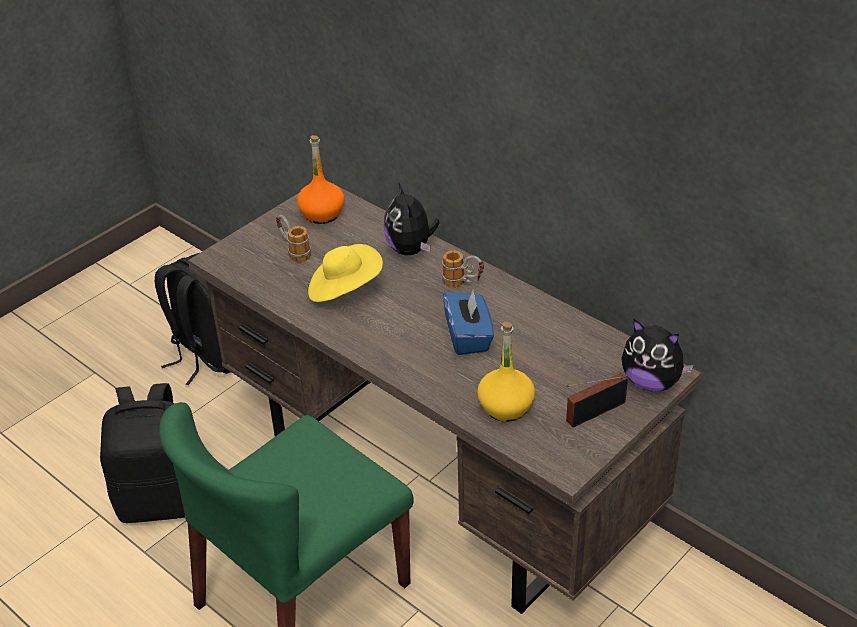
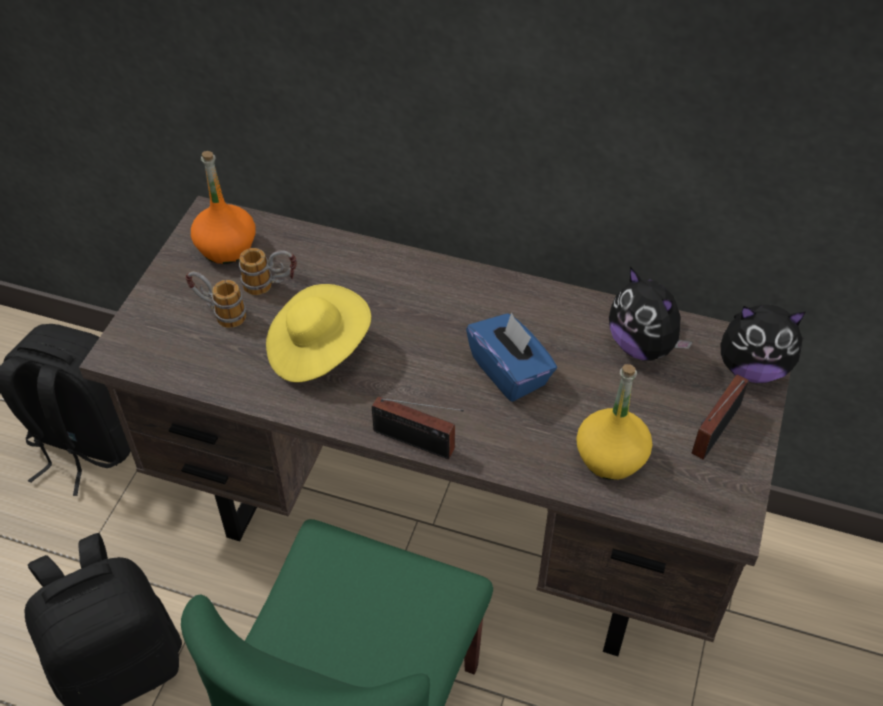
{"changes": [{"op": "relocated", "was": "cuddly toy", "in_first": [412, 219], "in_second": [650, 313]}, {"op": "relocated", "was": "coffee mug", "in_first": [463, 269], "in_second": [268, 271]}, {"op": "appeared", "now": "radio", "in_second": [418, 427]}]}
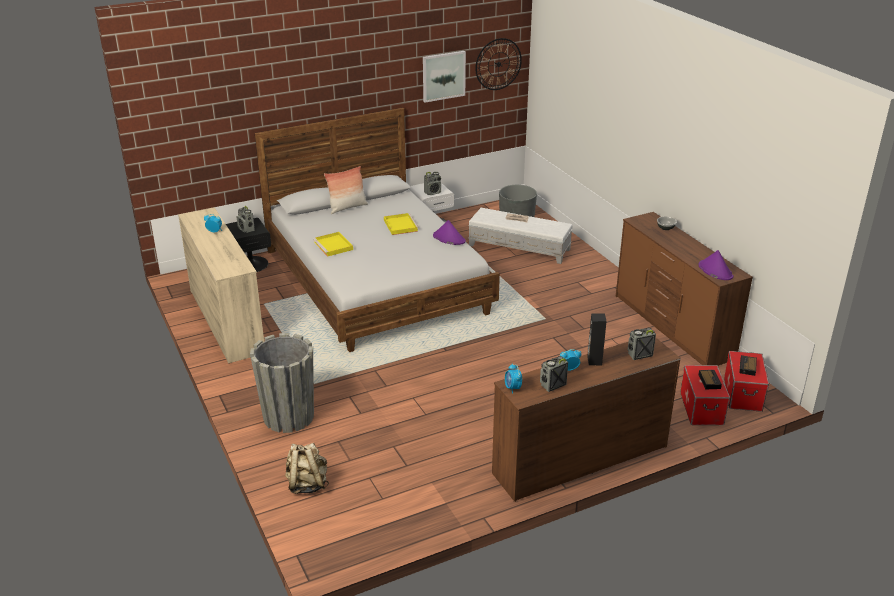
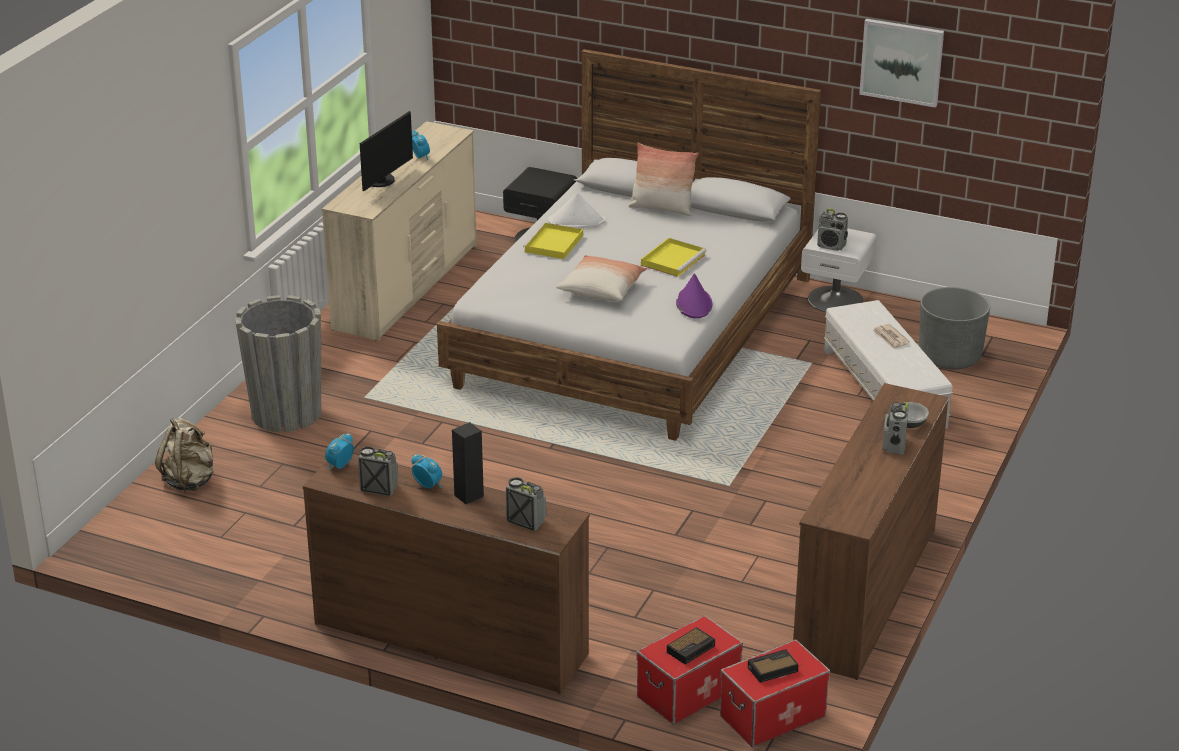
{"changes": [{"op": "relocated", "was": "radio", "in_first": [246, 219], "in_second": [895, 428]}, {"op": "missing", "was": "hanging clock", "in_first": [498, 64]}, {"op": "missing", "was": "purplish hat", "in_first": [716, 265]}, {"op": "appeared", "now": "computer screen", "in_second": [386, 151]}, {"op": "appeared", "now": "white-coloured hat", "in_second": [576, 210]}, {"op": "appeared", "now": "pillow", "in_second": [601, 278]}]}
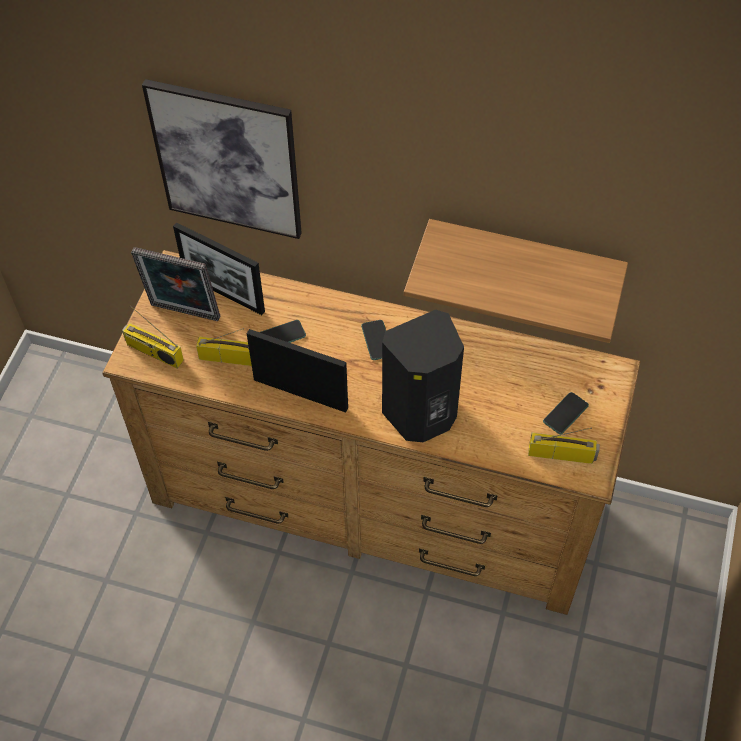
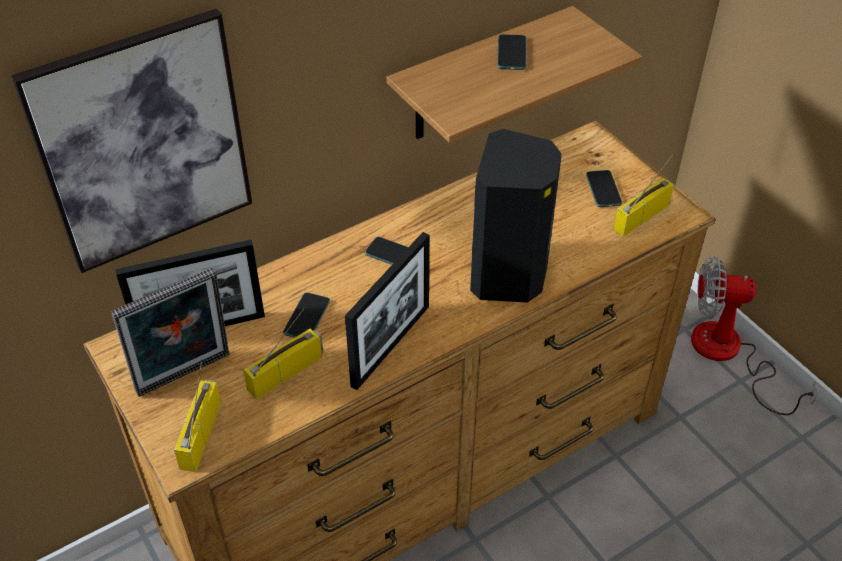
{"changes": [{"op": "spun", "was": "radio", "in_first": [153, 337], "in_second": [197, 416], "clockwise": 120}, {"op": "spun", "was": "photo frame", "in_first": [297, 371], "in_second": [387, 311], "clockwise": 150}, {"op": "appeared", "now": "phone", "in_second": [512, 52]}, {"op": "appeared", "now": "electric fan", "in_second": [754, 335]}]}
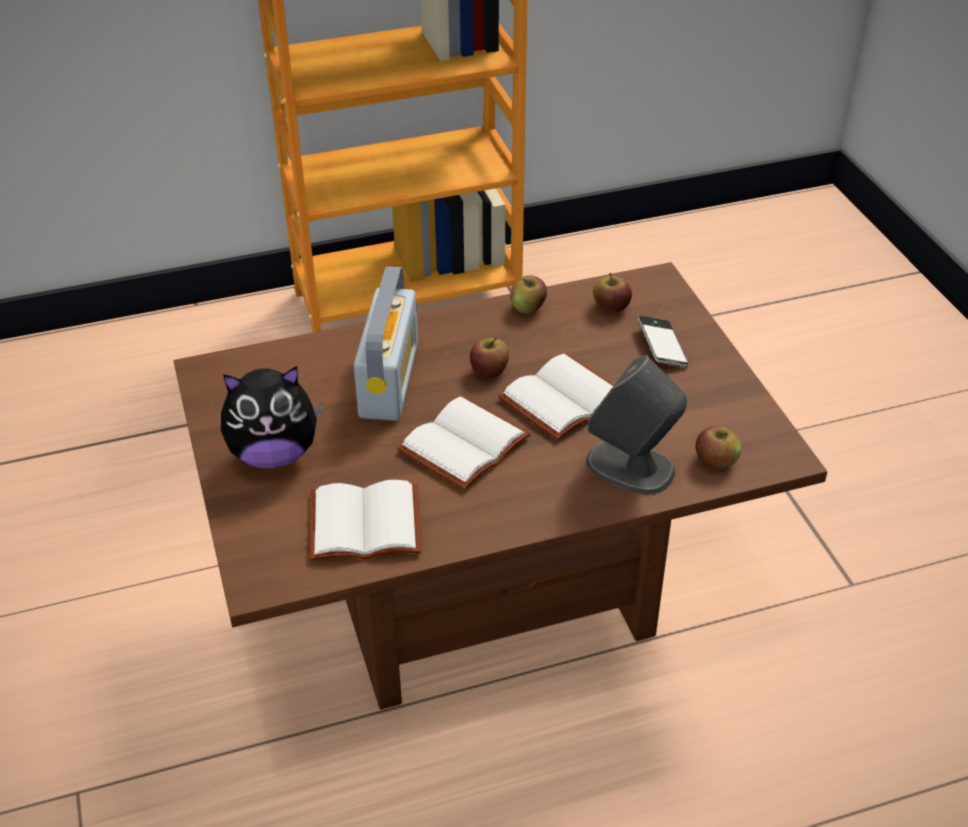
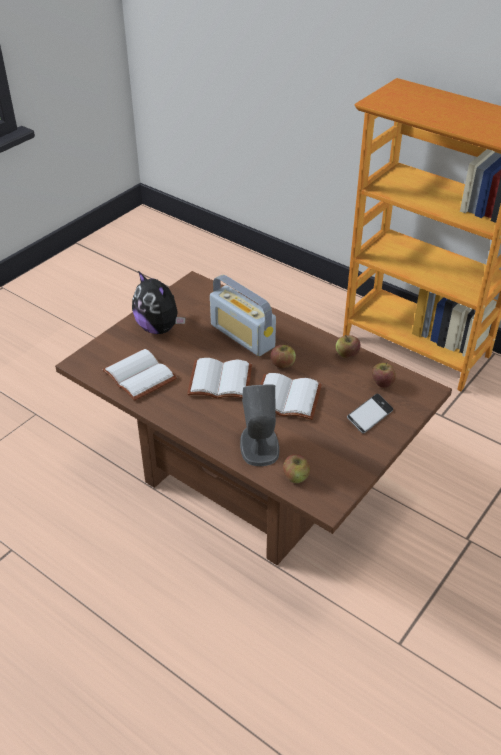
{"changes": [{"op": "spun", "was": "radio", "in_first": [386, 343], "in_second": [243, 315], "clockwise": 75}]}
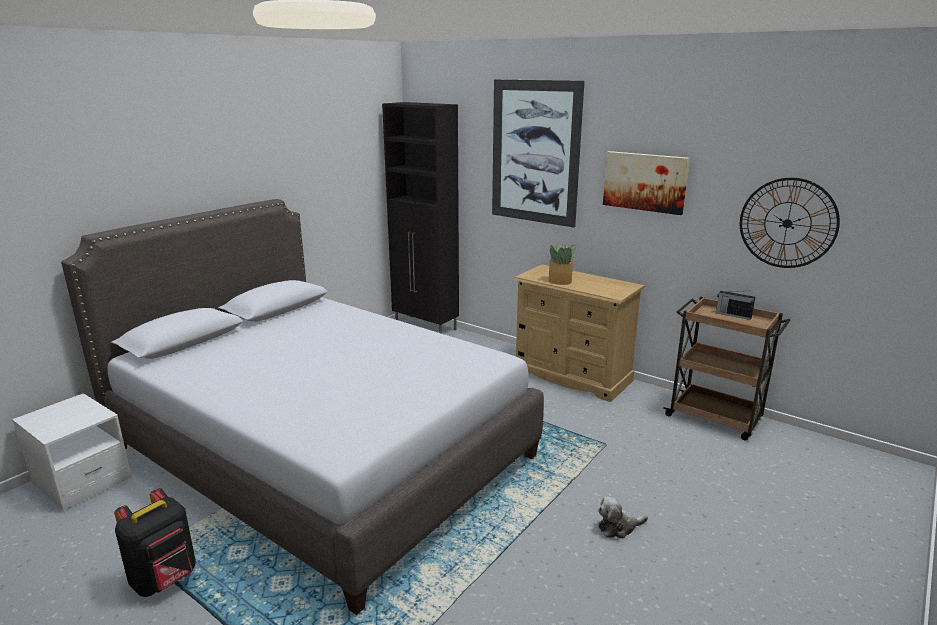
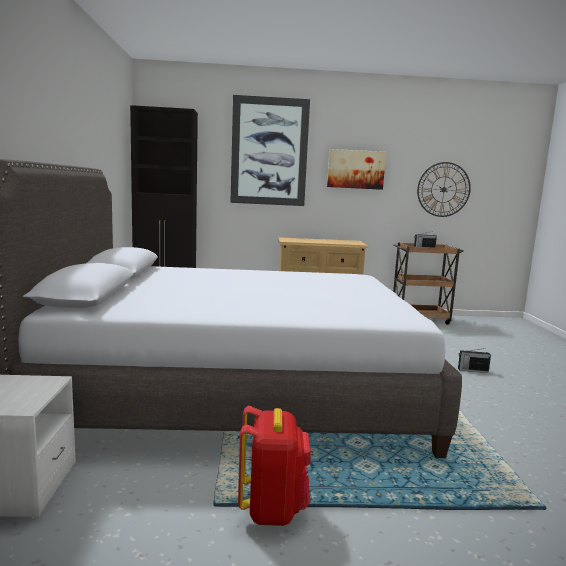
{"changes": [{"op": "colour", "was": "black-coloured knapsack", "now": "red-coloured knapsack", "in_first": [155, 542], "in_second": [274, 466]}, {"op": "missing", "was": "plant in a pot", "in_first": [563, 264]}, {"op": "exchanged", "was": "cuddly toy", "now": "radio", "in_first": [623, 517], "in_second": [474, 360]}]}
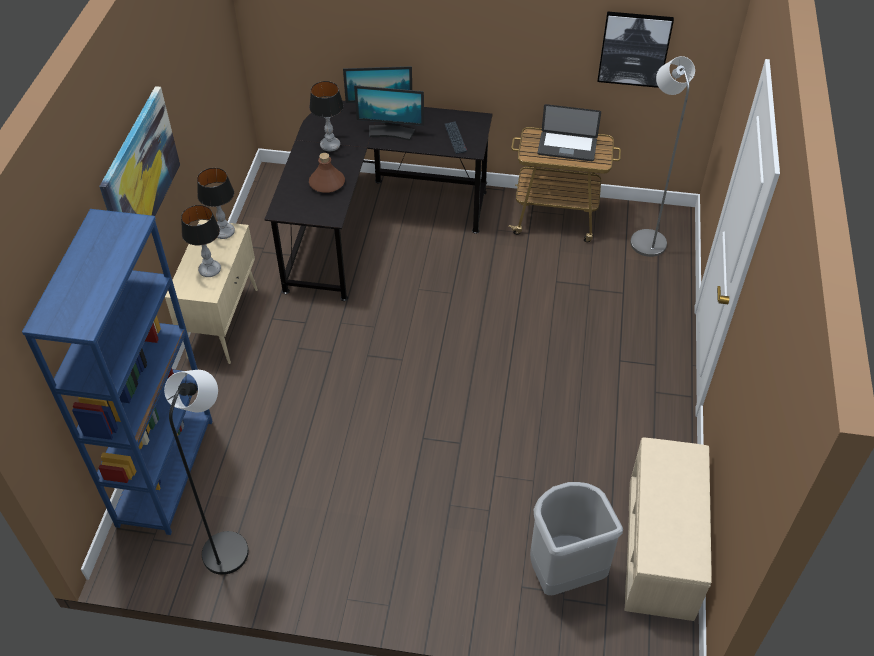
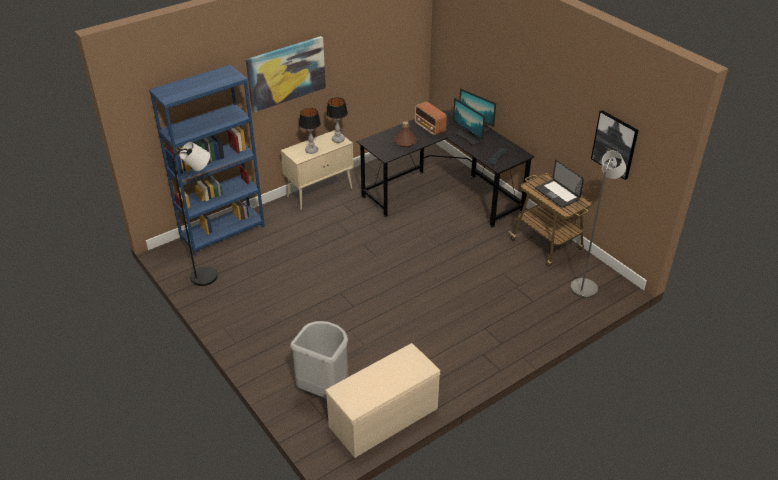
{"changes": [{"op": "exchanged", "was": "table lamp", "now": "radio", "in_first": [326, 116], "in_second": [430, 118]}]}
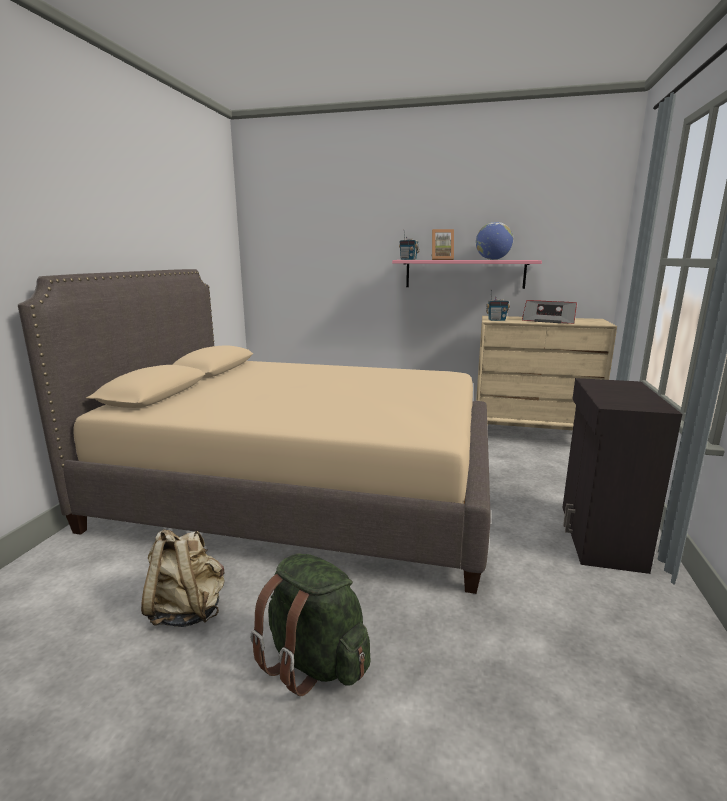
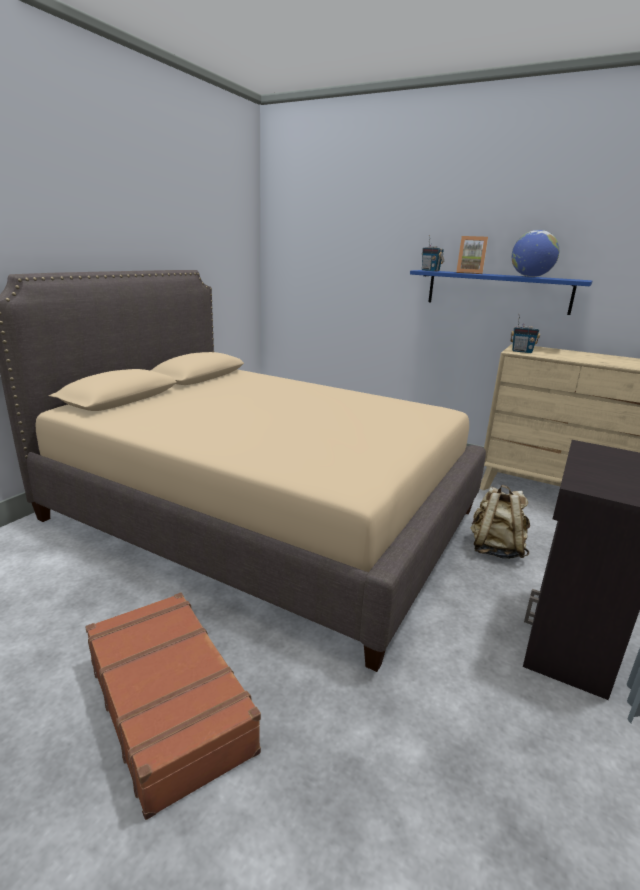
{"changes": [{"op": "relocated", "was": "sand-coloured knapsack", "in_first": [183, 578], "in_second": [500, 522]}, {"op": "exchanged", "was": "green-coloured knapsack", "now": "brown-coloured travel case", "in_first": [310, 624], "in_second": [173, 706]}, {"op": "colour", "was": "pinkish shelf", "now": "blue-coloured shelf", "in_first": [467, 274], "in_second": [501, 292]}, {"op": "missing", "was": "radio", "in_first": [549, 312]}]}
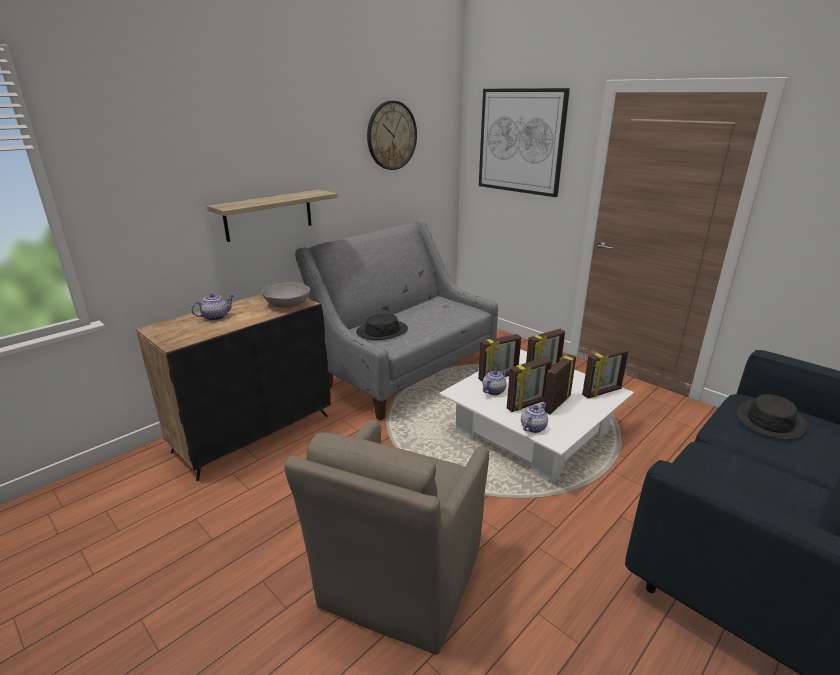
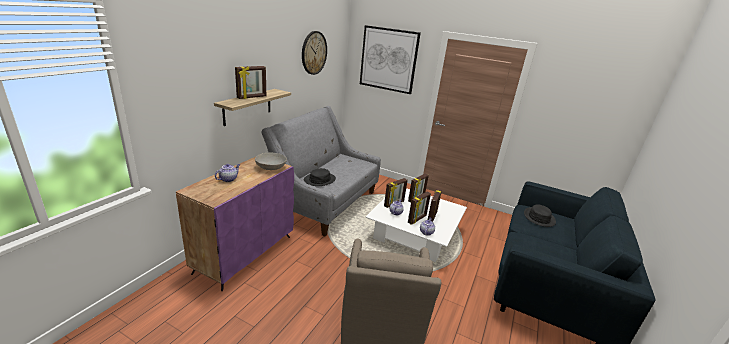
{"changes": [{"op": "colour", "was": "black-coloured storage cabinet", "now": "purplish storage cabinet", "in_first": [233, 387], "in_second": [235, 224]}, {"op": "relocated", "was": "photo frame", "in_first": [605, 372], "in_second": [250, 82]}]}
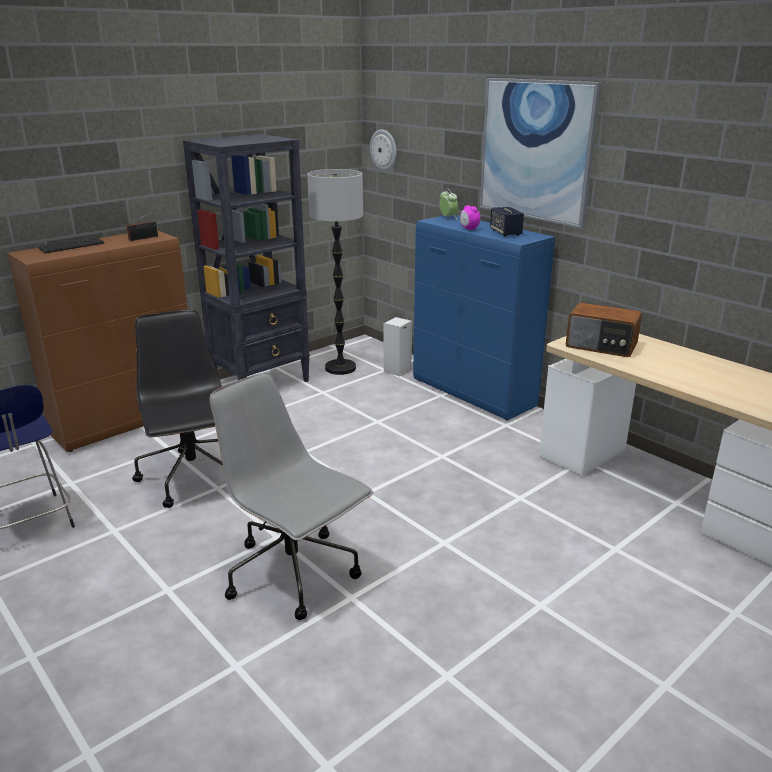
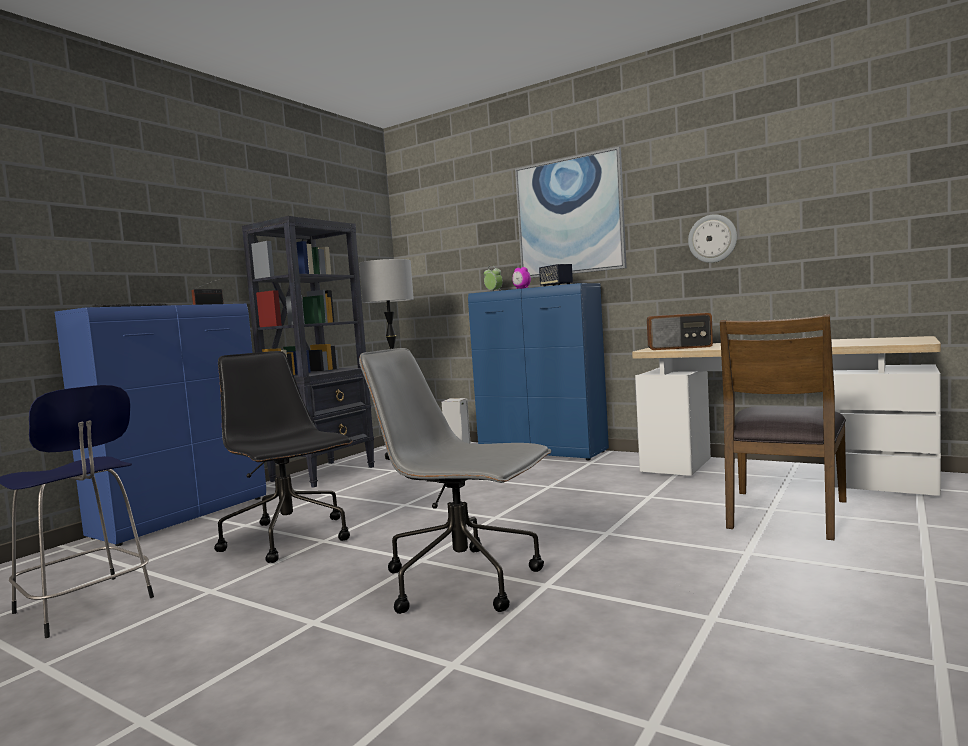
{"changes": [{"op": "colour", "was": "brown-coloured storage cabinet", "now": "blue-coloured storage cabinet", "in_first": [97, 341], "in_second": [160, 425]}, {"op": "relocated", "was": "hanging clock", "in_first": [383, 150], "in_second": [712, 238]}, {"op": "appeared", "now": "brown-coloured upright chair", "in_second": [783, 427]}]}
